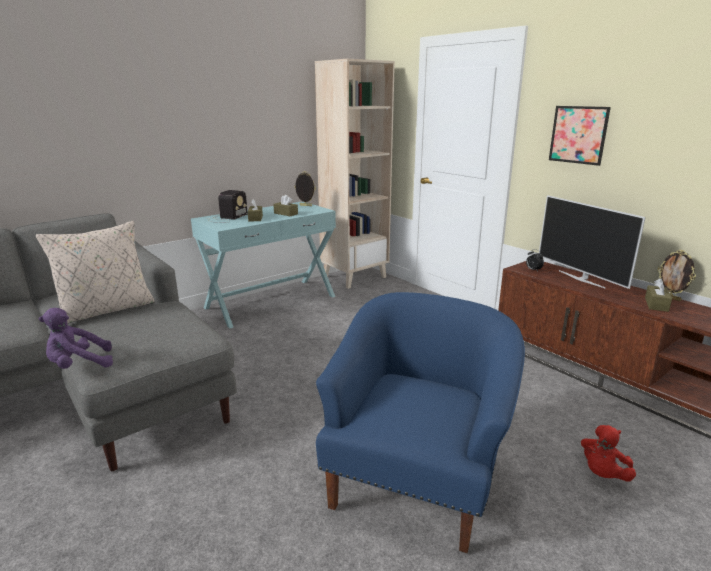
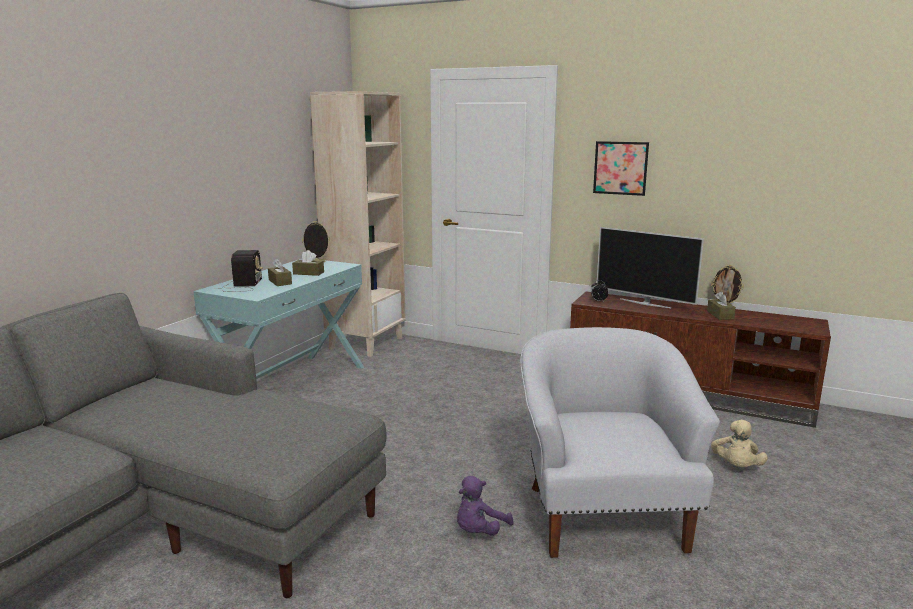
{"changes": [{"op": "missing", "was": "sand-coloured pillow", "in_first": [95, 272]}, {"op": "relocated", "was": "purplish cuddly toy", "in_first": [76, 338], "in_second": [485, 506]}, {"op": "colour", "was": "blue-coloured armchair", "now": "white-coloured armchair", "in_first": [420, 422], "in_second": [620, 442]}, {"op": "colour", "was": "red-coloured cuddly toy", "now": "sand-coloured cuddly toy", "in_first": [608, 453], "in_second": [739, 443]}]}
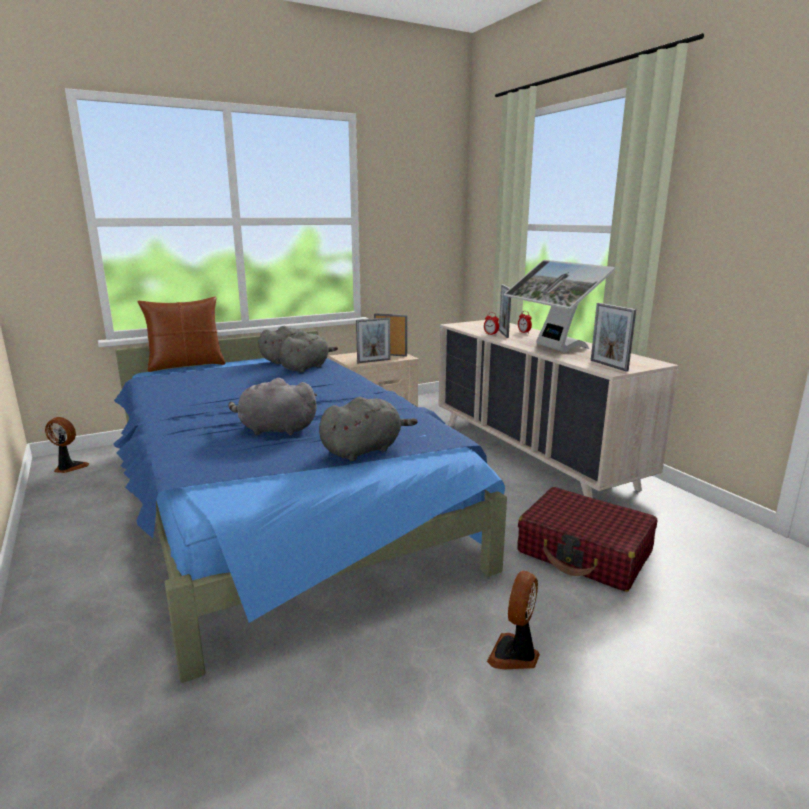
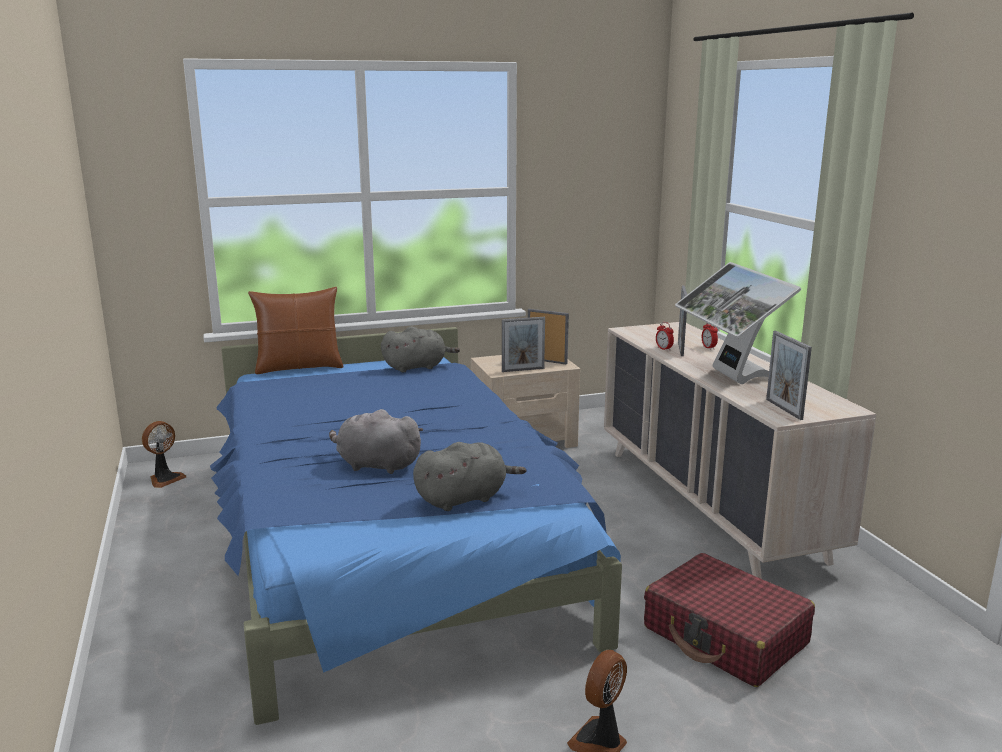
{"changes": [{"op": "spun", "was": "electric fan", "in_first": [67, 445], "in_second": [164, 454], "clockwise": 105}, {"op": "missing", "was": "grey cuddly toy", "in_first": [308, 352]}]}
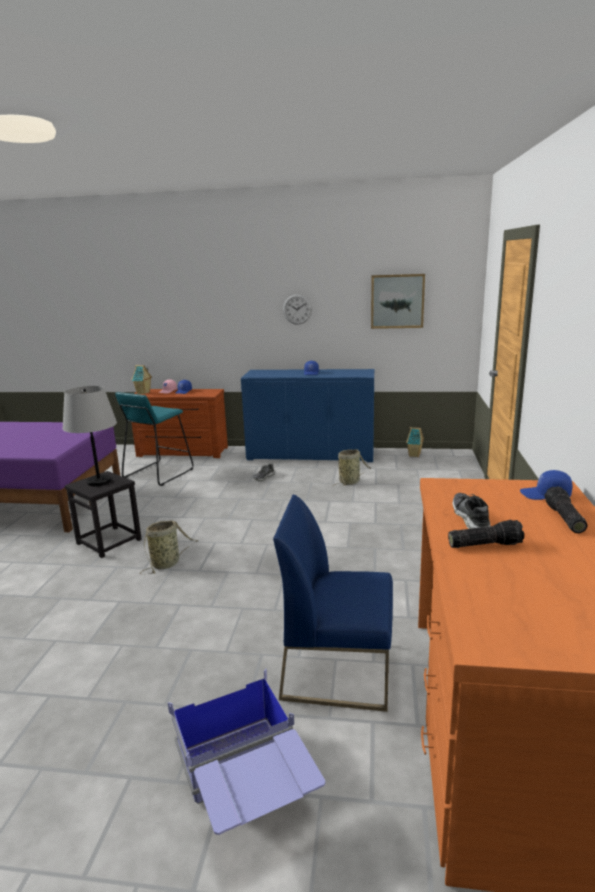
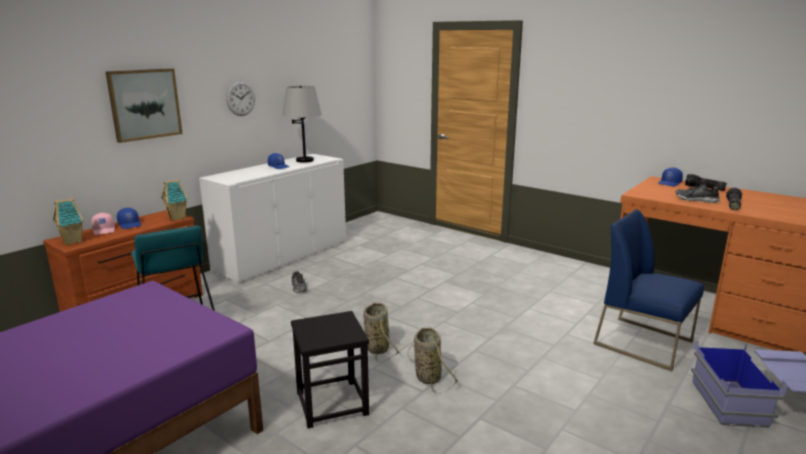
{"changes": [{"op": "relocated", "was": "grey table lamp", "in_first": [89, 436], "in_second": [302, 124]}, {"op": "colour", "was": "blue-coloured storage cabinet", "now": "white-coloured storage cabinet", "in_first": [307, 415], "in_second": [272, 219]}, {"op": "spun", "was": "blue-coloured upright chair", "in_first": [333, 603], "in_second": [648, 290], "clockwise": 90}, {"op": "relocated", "was": "basket", "in_first": [352, 467], "in_second": [381, 332]}, {"op": "relocated", "was": "picture", "in_first": [398, 301], "in_second": [144, 105]}, {"op": "relocated", "was": "model house", "in_first": [415, 442], "in_second": [174, 200]}]}
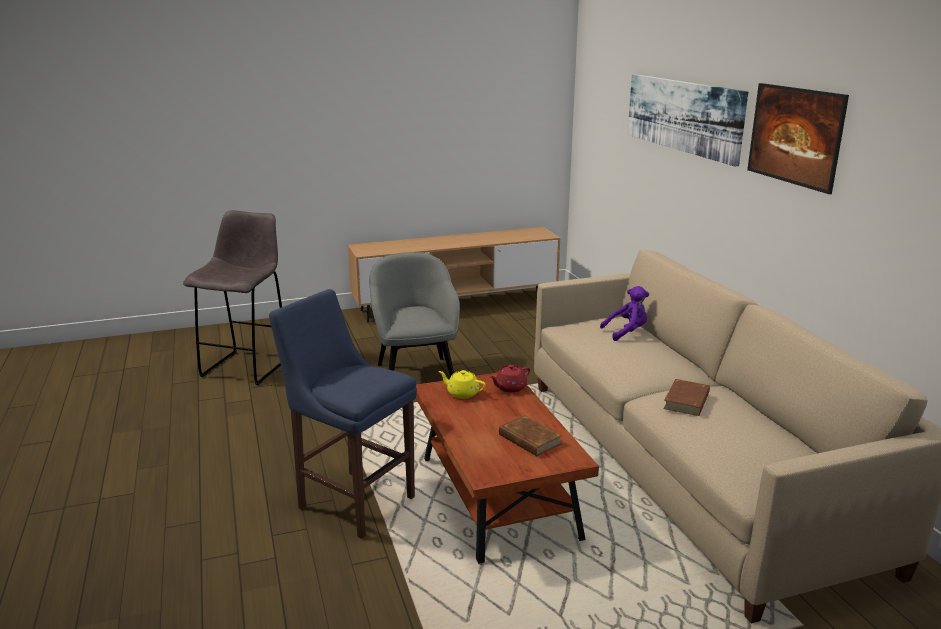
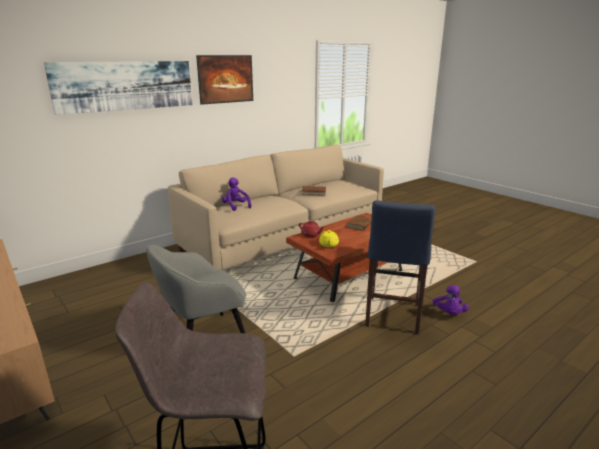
{"changes": [{"op": "appeared", "now": "purplish cuddly toy", "in_second": [450, 300]}]}
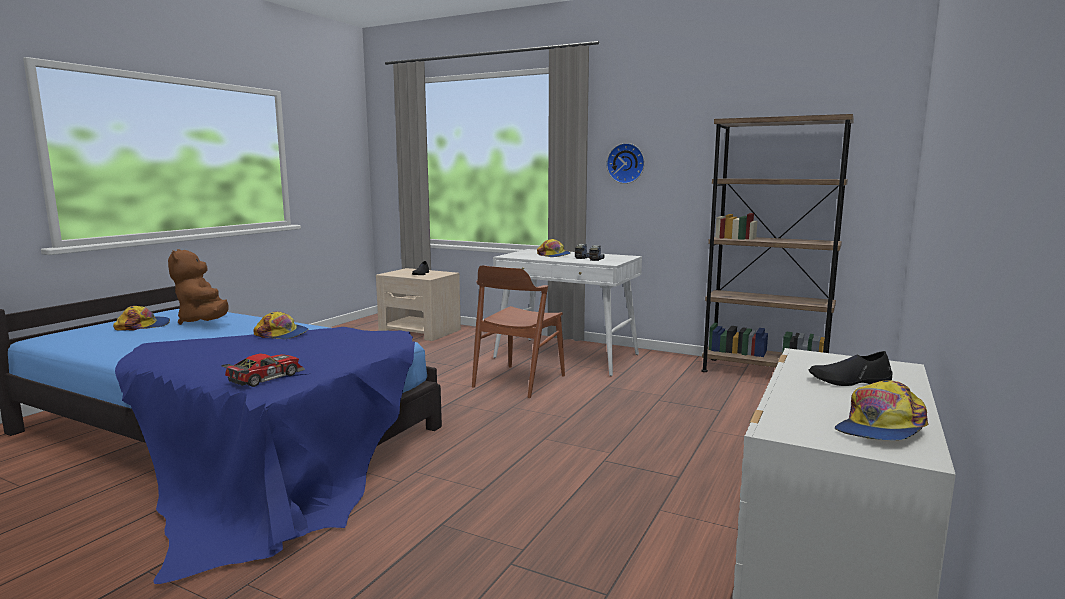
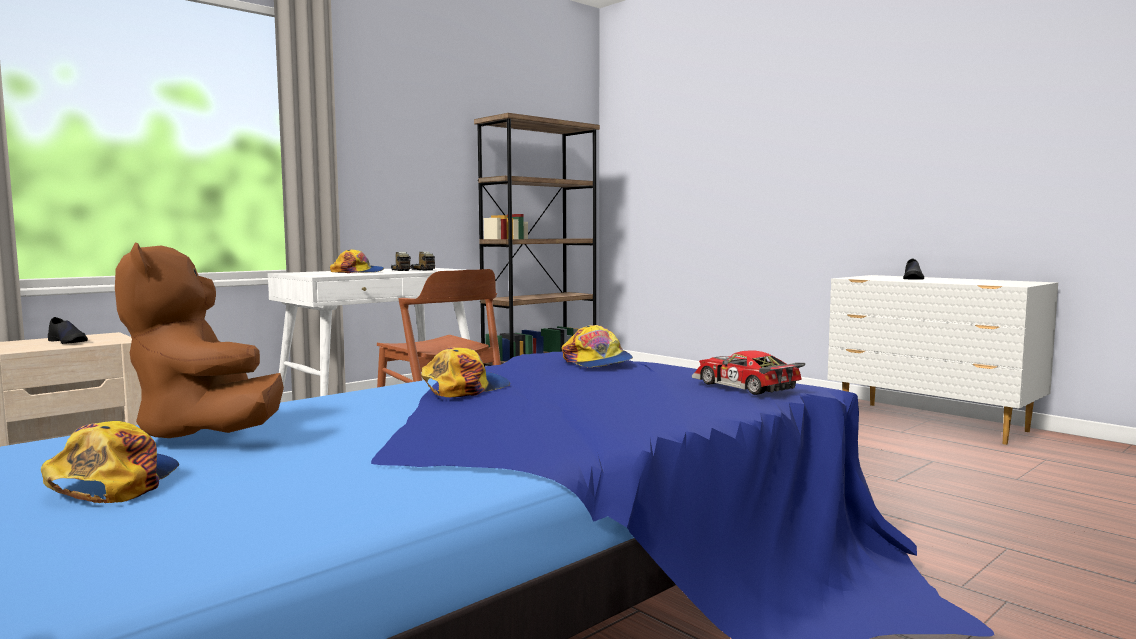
{"changes": [{"op": "spun", "was": "brown-coloured cuddly toy", "in_first": [198, 287], "in_second": [199, 340], "clockwise": 60}, {"op": "missing", "was": "hanging clock", "in_first": [625, 163]}, {"op": "relocated", "was": "peaked cap", "in_first": [882, 410], "in_second": [597, 346]}]}
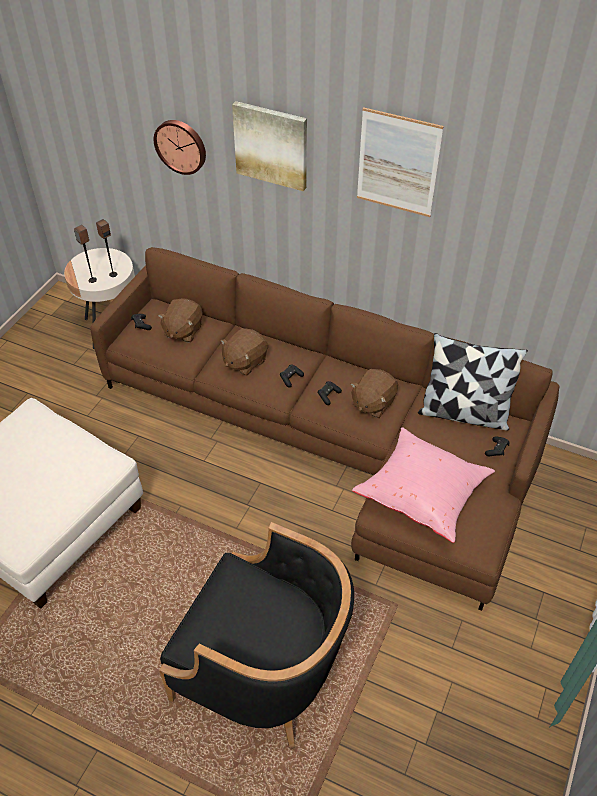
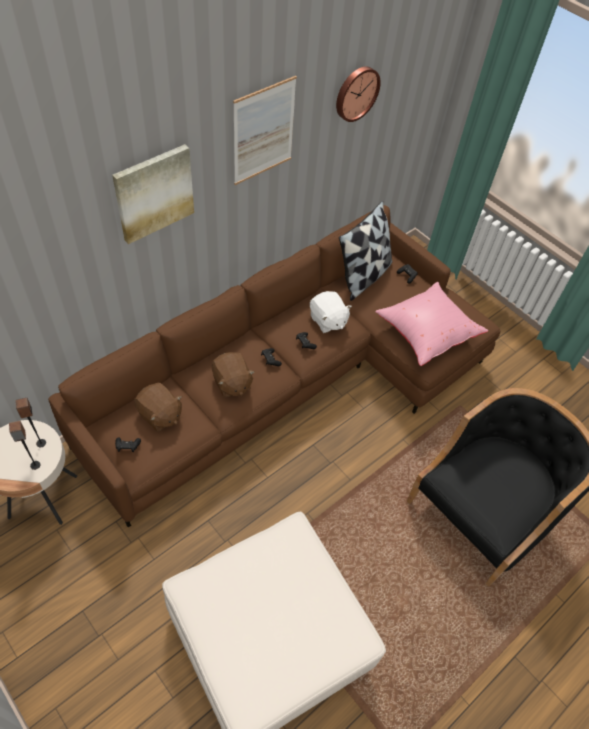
{"changes": [{"op": "relocated", "was": "hanging clock", "in_first": [180, 147], "in_second": [358, 94]}, {"op": "colour", "was": "brown-coloured cuddly toy", "now": "white-coloured cuddly toy", "in_first": [374, 393], "in_second": [331, 312]}]}
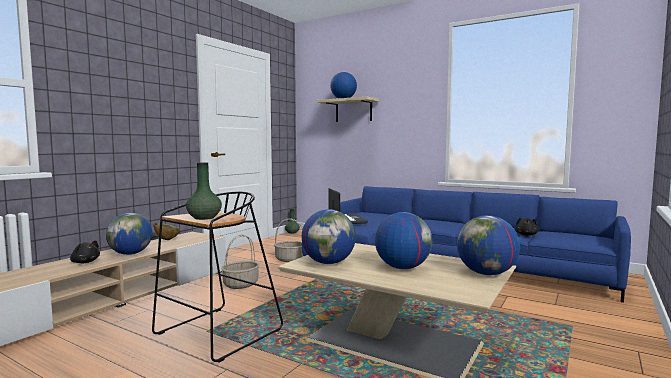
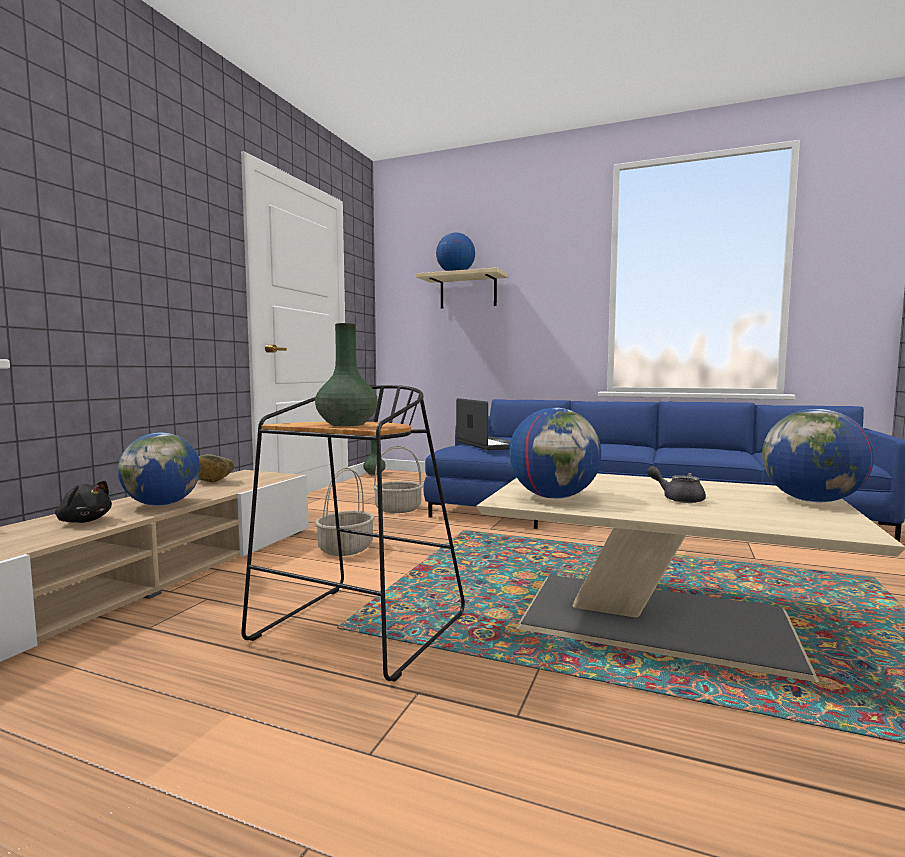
{"changes": [{"op": "exchanged", "was": "world globe", "now": "grey tea pot", "in_first": [403, 240], "in_second": [676, 484]}, {"op": "missing", "was": "black-coloured cuddly toy", "in_first": [527, 226]}]}
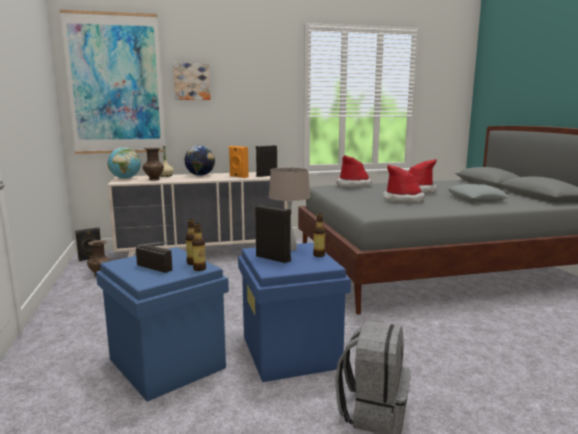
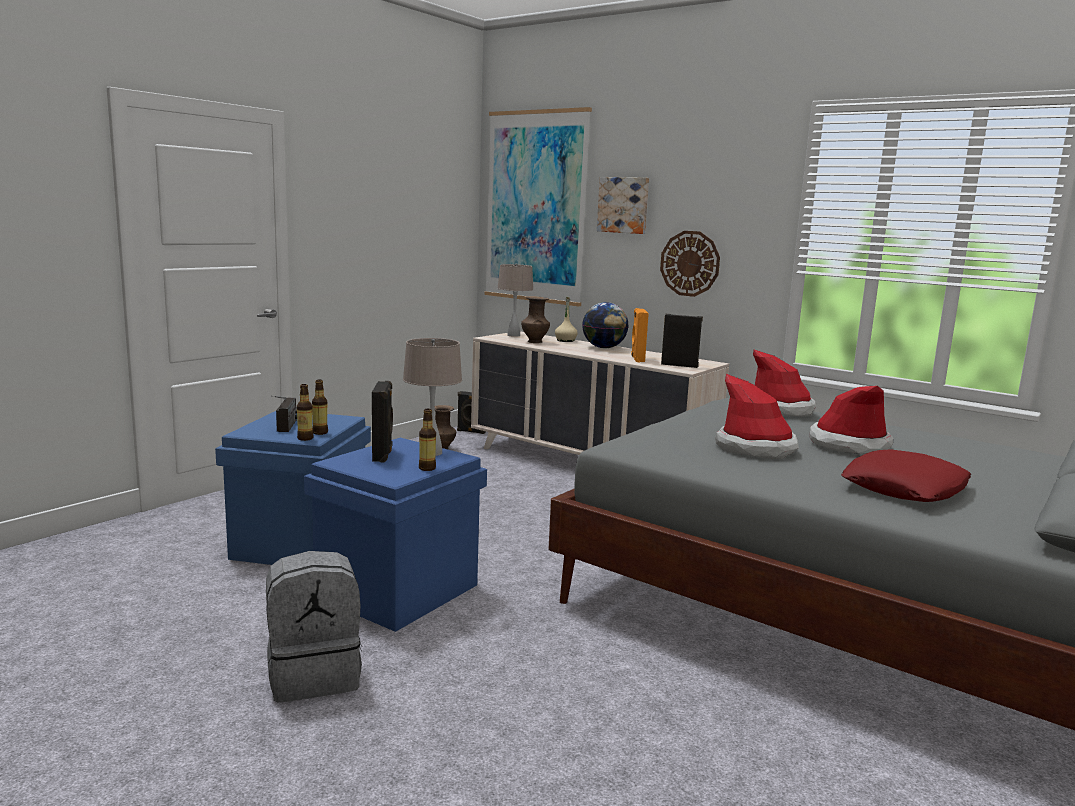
{"changes": [{"op": "exchanged", "was": "world globe", "now": "sand-coloured table lamp", "in_first": [124, 163], "in_second": [515, 300]}, {"op": "colour", "was": "grey pillow", "now": "red-coloured pillow", "in_first": [478, 193], "in_second": [906, 475]}, {"op": "appeared", "now": "hanging clock", "in_second": [690, 264]}]}
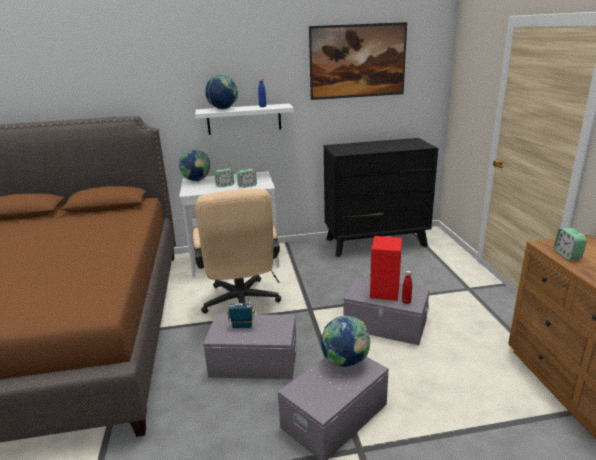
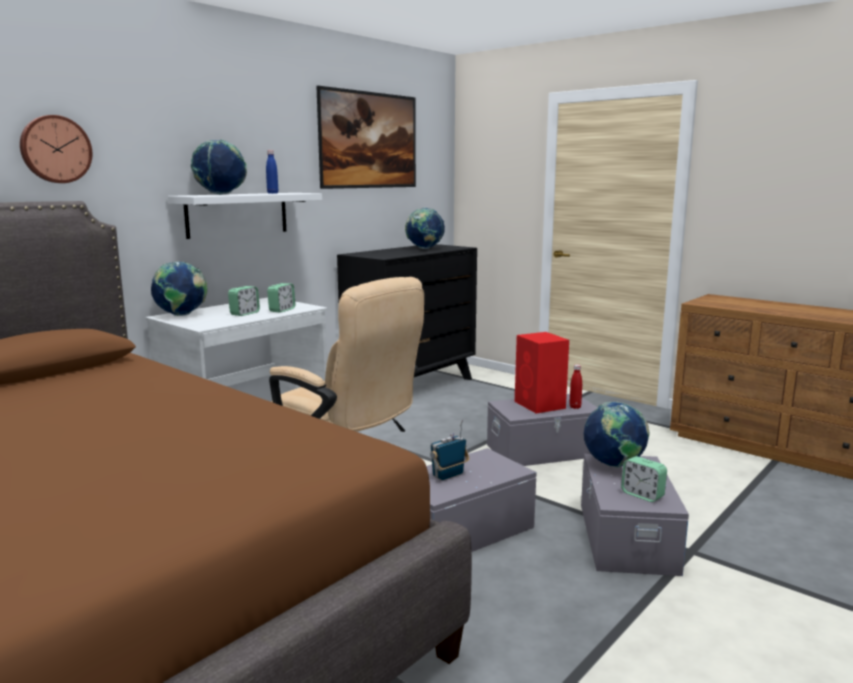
{"changes": [{"op": "relocated", "was": "alarm clock", "in_first": [570, 244], "in_second": [644, 479]}, {"op": "appeared", "now": "hanging clock", "in_second": [56, 149]}, {"op": "appeared", "now": "world globe", "in_second": [425, 228]}]}
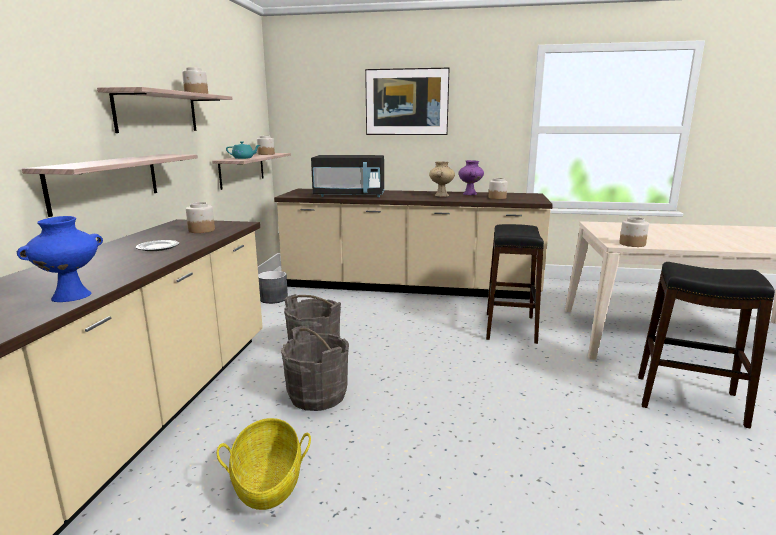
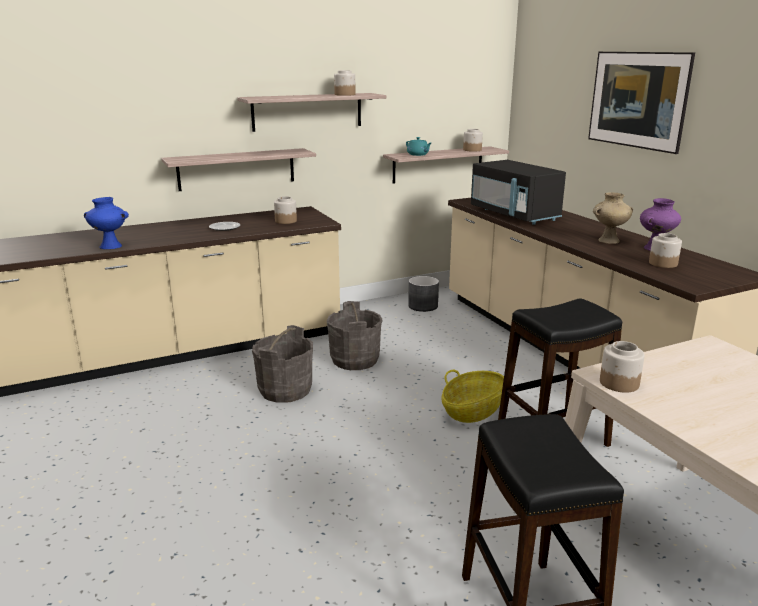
{"changes": [{"op": "relocated", "was": "basket", "in_first": [264, 464], "in_second": [472, 396]}]}
